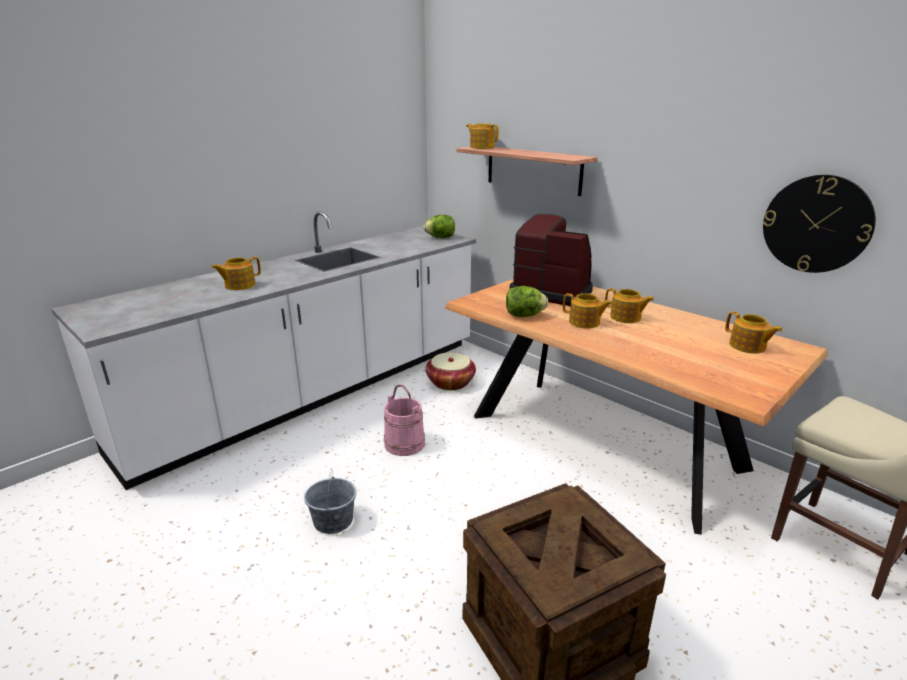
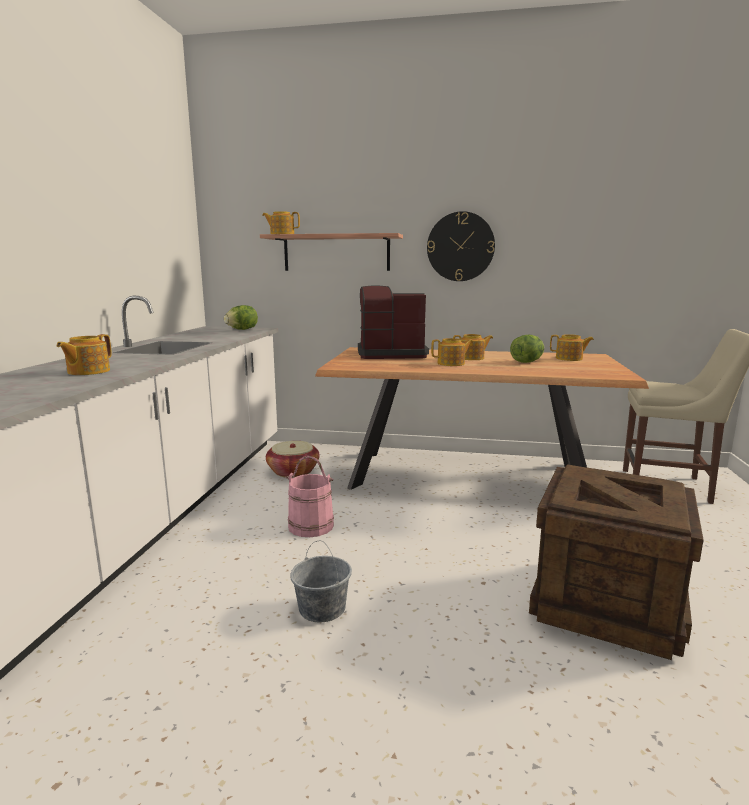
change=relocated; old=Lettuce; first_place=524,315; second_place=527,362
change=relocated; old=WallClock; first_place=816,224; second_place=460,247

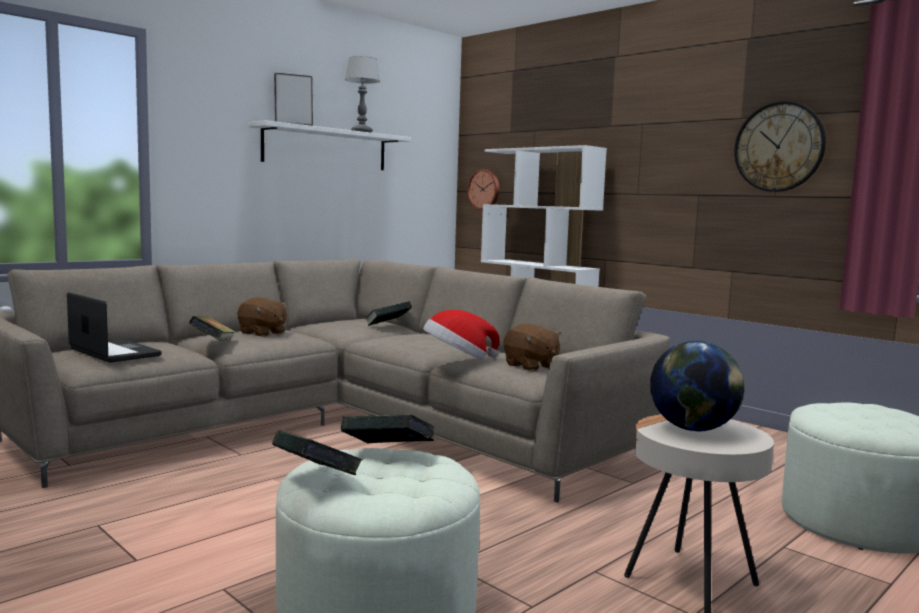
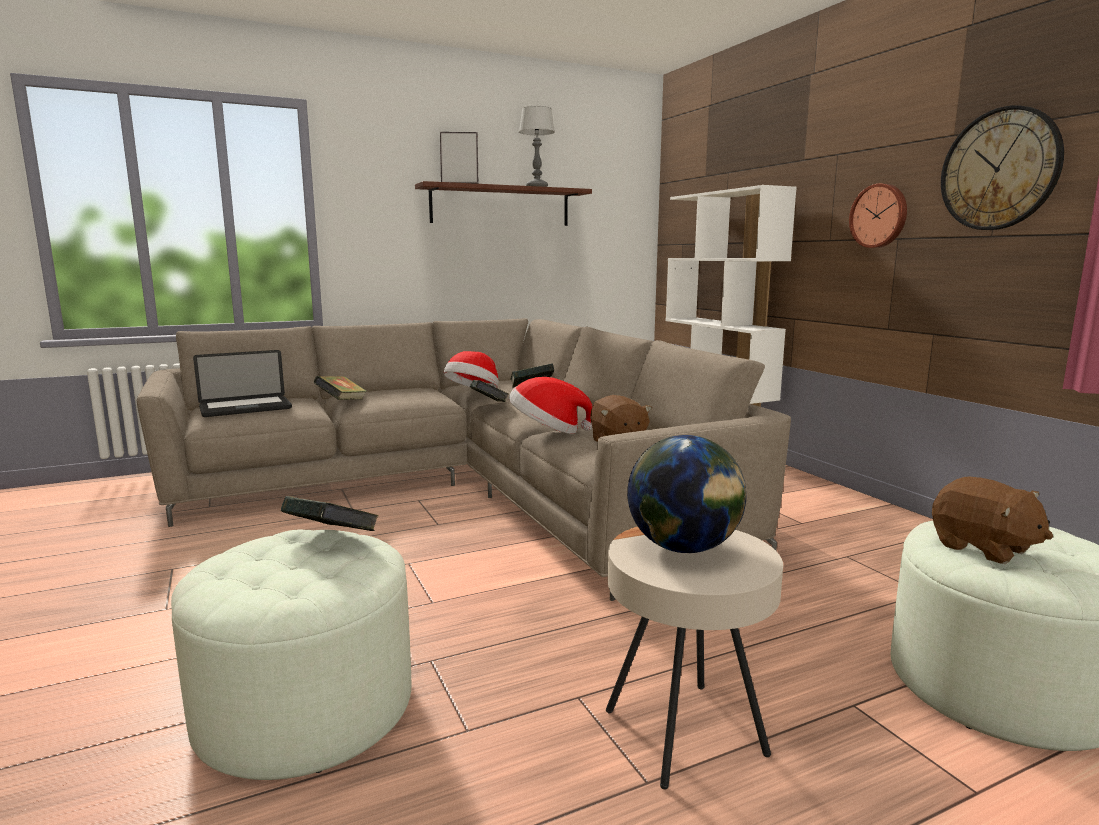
change=spun; old=Laptop; first_place=114,352; second_place=245,408; degrees=90
change=relocated; old=BrownPlushToy; first_place=262,333; second_place=983,548
change=colour; old=WhiteShelf; new=BrownShelf; first_place=326,148; second_place=501,206
change=relocated; old=Book; first_place=316,479; second_place=489,406
change=relocated; old=WallClock; first_place=484,189; second_place=879,216
change=appeared; new=Hat; second_place=473,393

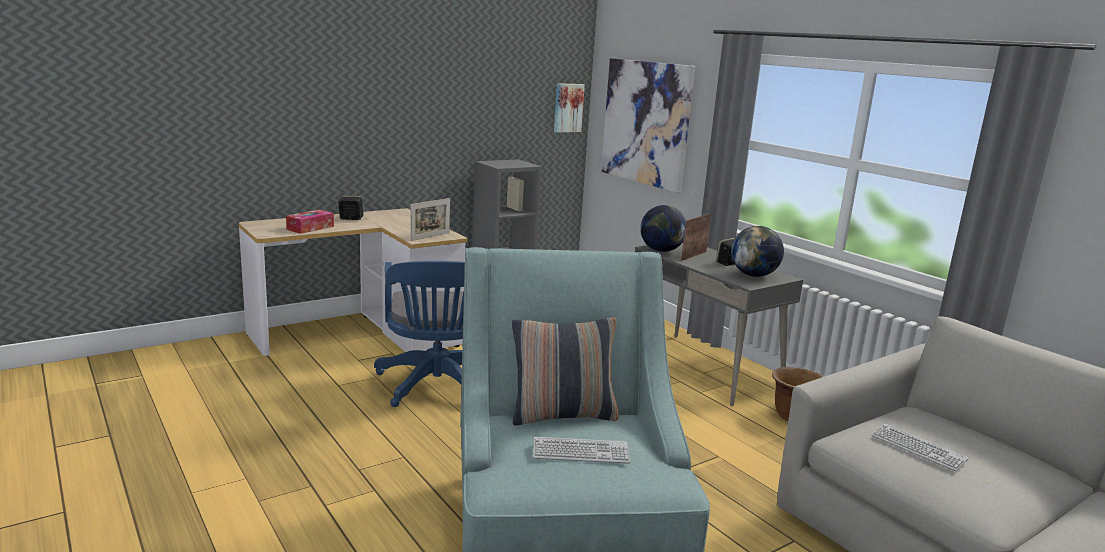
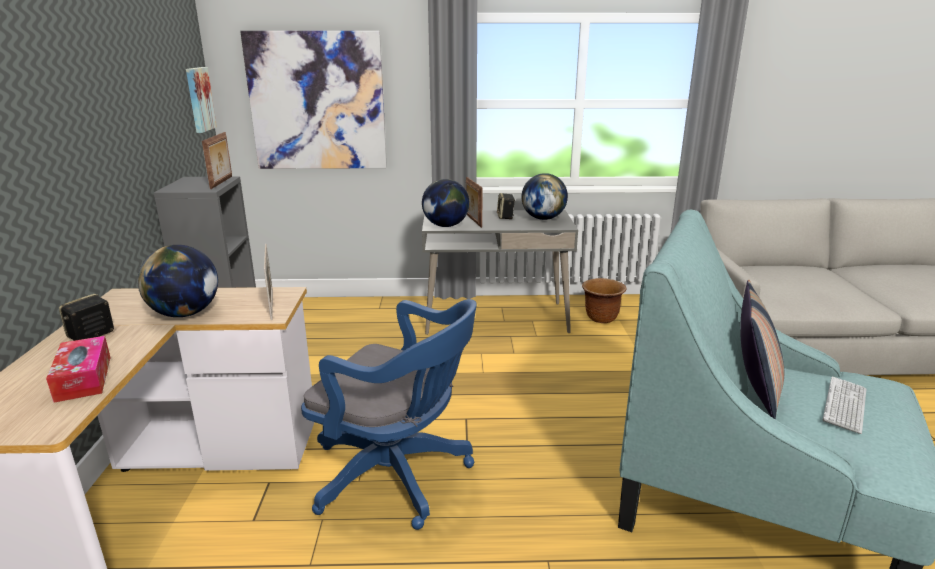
change=missing; old=Keyboard; first_place=918,448
change=appeared; new=Globe; second_place=185,313
change=appeared; new=PictureFrame; second_place=222,182

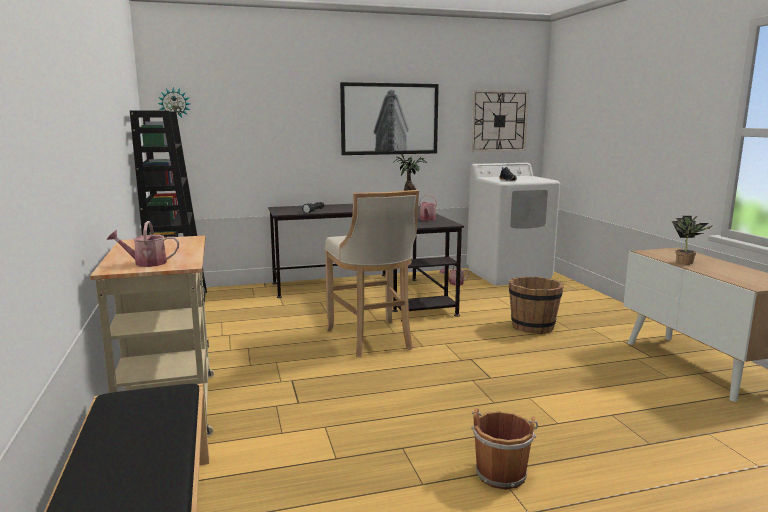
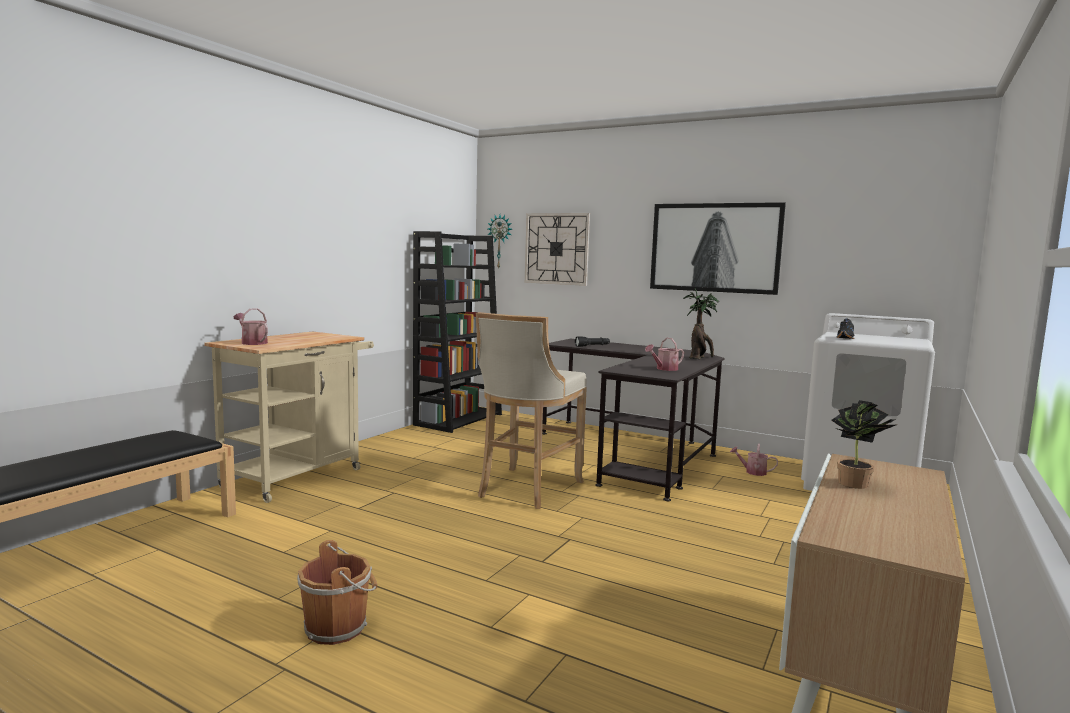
change=relocated; old=WallClock; first_place=499,121; second_place=557,249
change=missing; old=BrownBucket; first_place=533,327

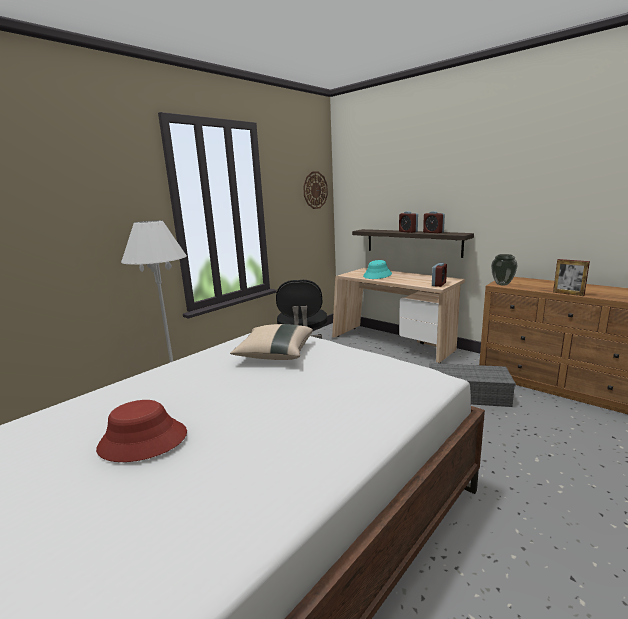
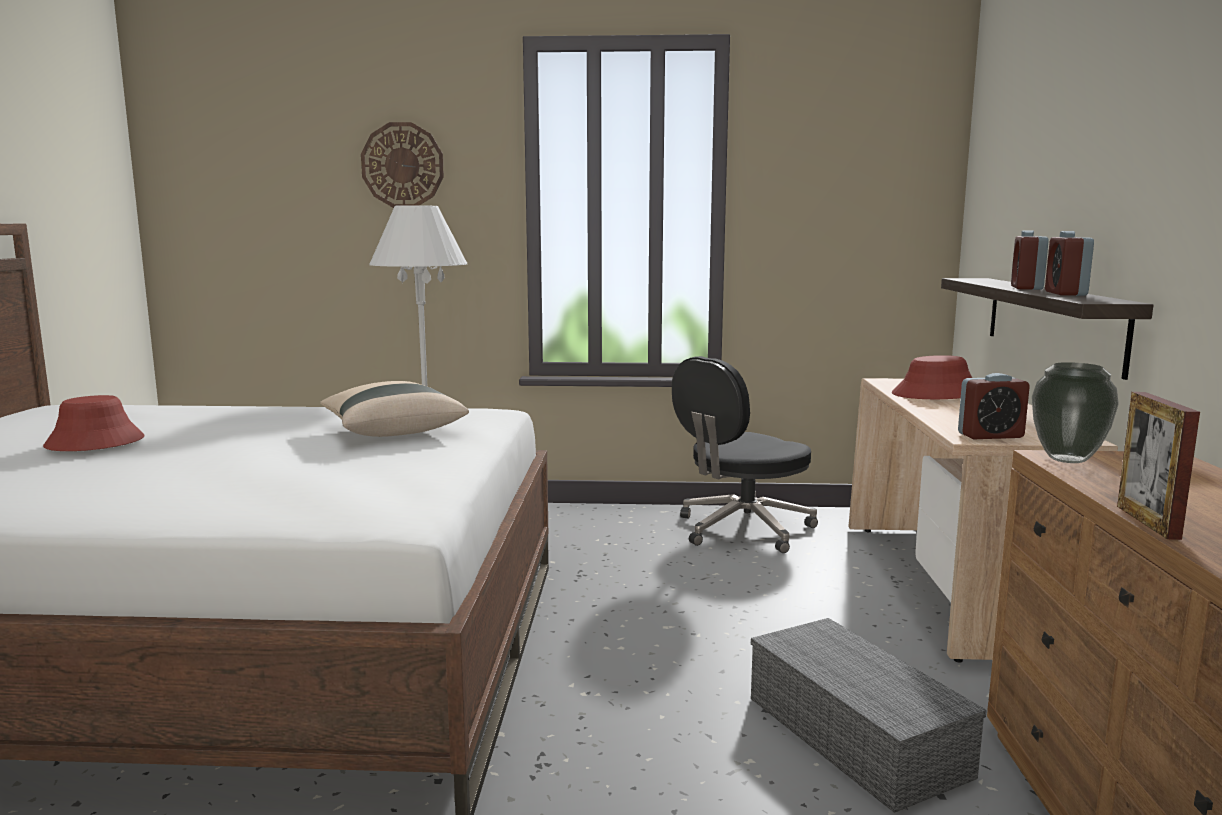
change=relocated; old=WallClock; first_place=315,190; second_place=402,165
change=colour; old=TurquoiseHat; new=RedHat; first_place=377,275; second_place=937,394

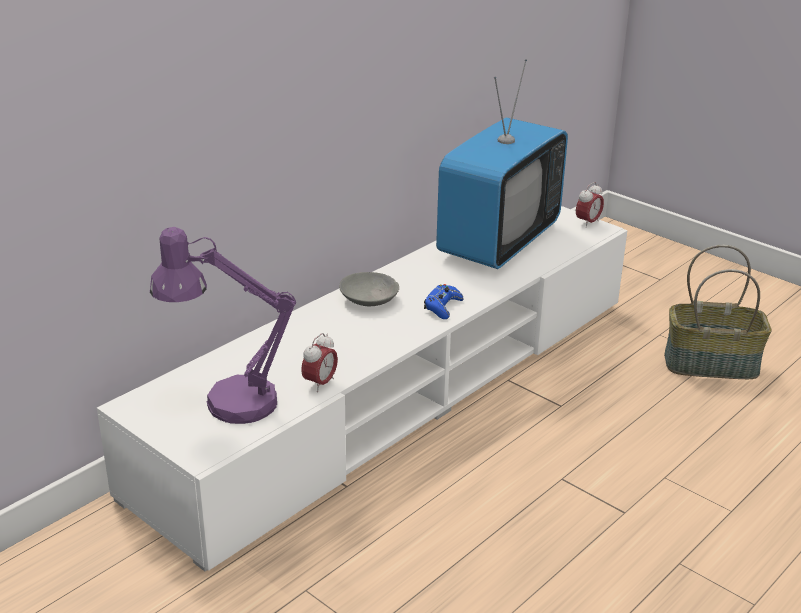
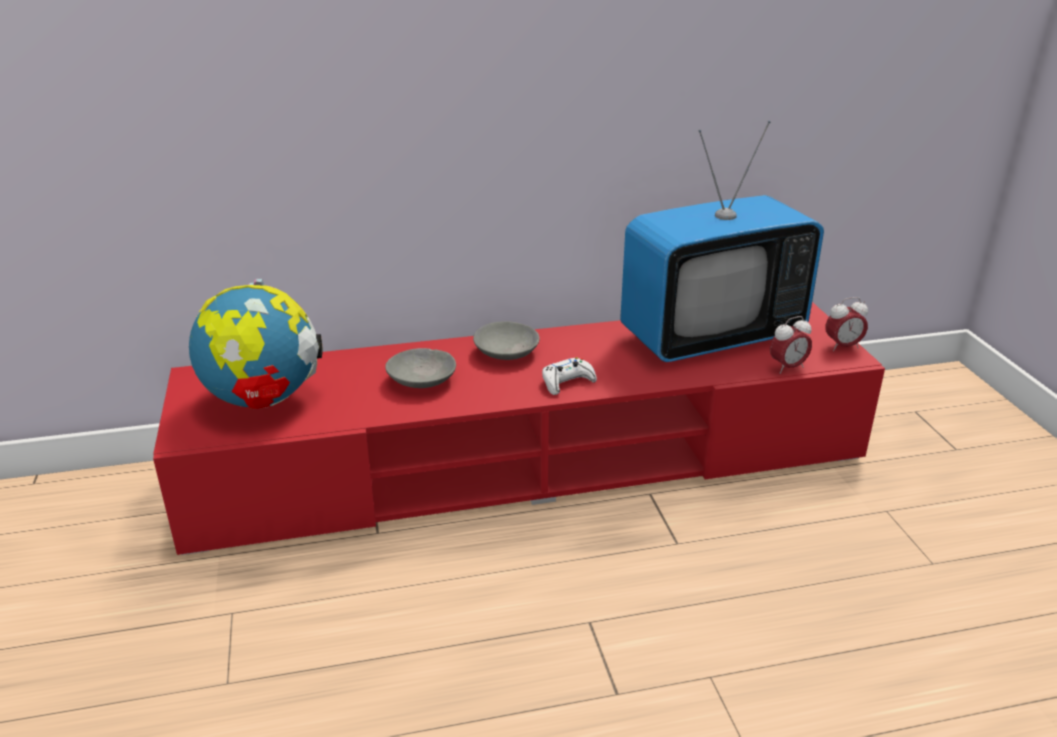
change=colour; old=WhiteTvStand; new=RedTvStand; first_place=400,390; second_place=530,462
change=exchanged; old=PurpleTableLamp; new=Globe; first_place=226,402; second_place=263,400
change=relocated; old=AlarmClock; first_place=320,384; second_place=787,367
change=colour; old=BlueGameController; new=WhiteGameController; first_place=442,307; second_place=567,382
change=missing; old=Basket; first_place=711,364
change=appeared; new=GreyBowl; second_place=423,379

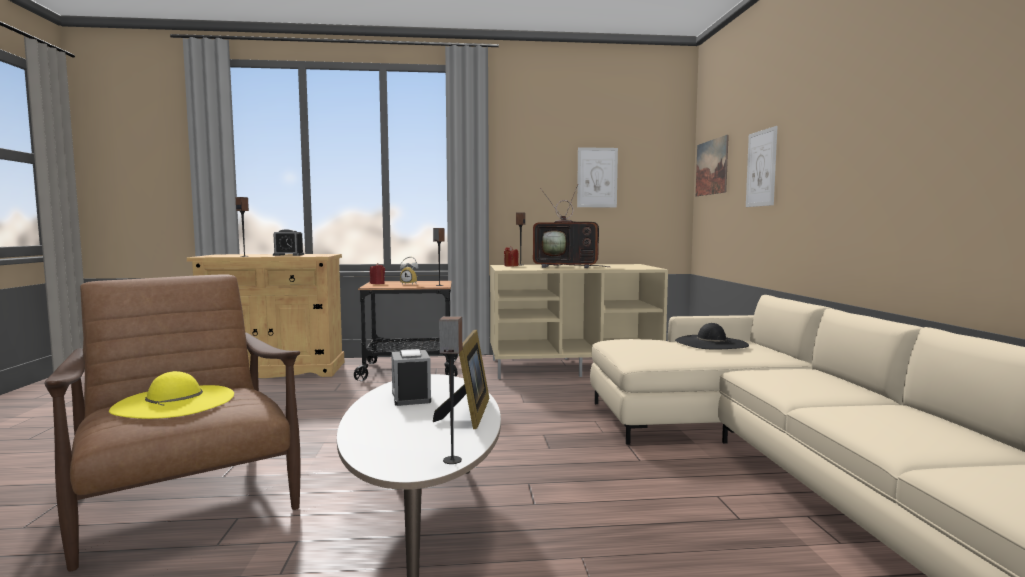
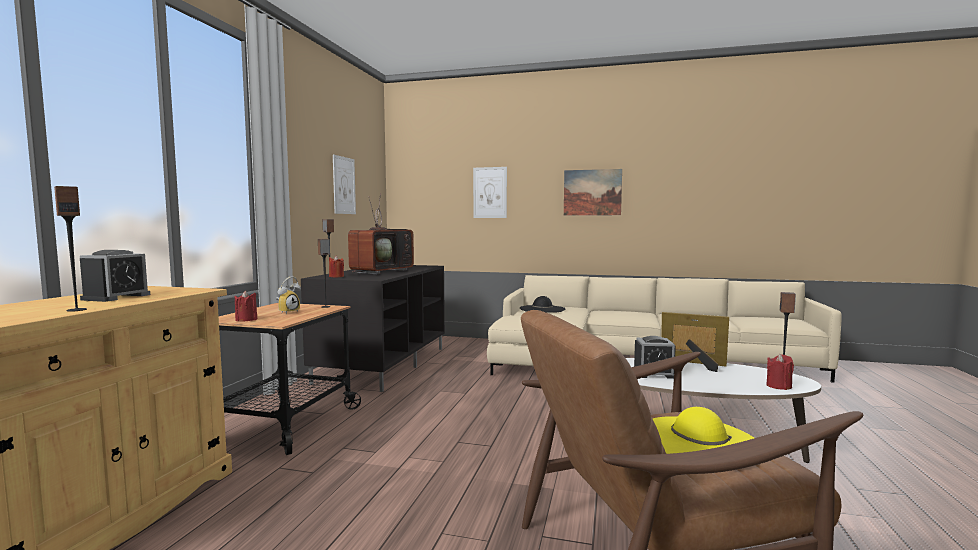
change=colour; old=BeigeTvStand; new=BlackTvStand; first_place=573,366; second_place=383,364
change=relocated; old=Picture; first_place=711,167; second_place=592,192
change=appeared; new=RedCandle; second_place=779,386

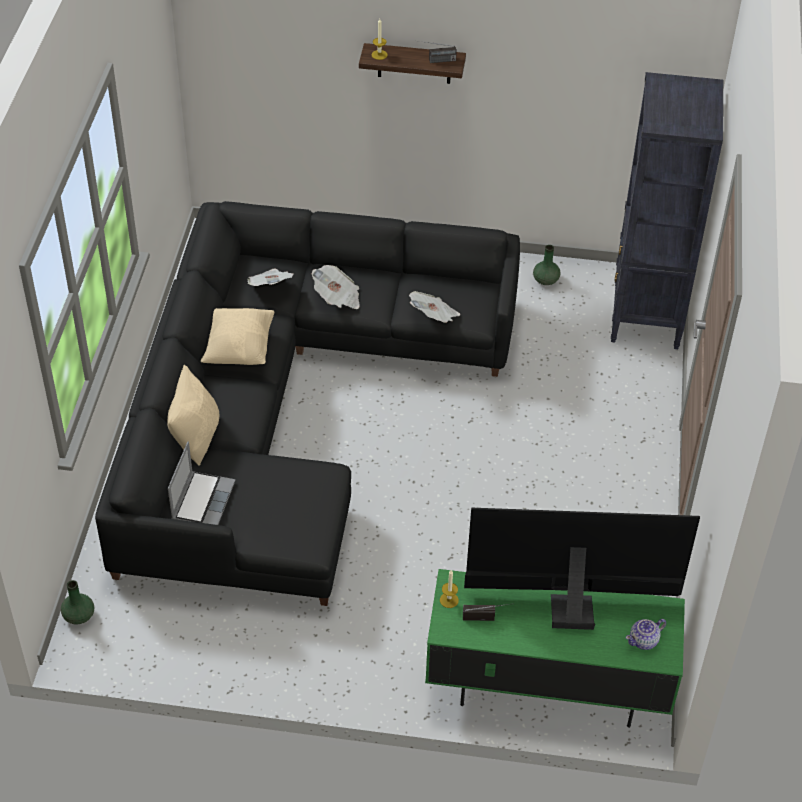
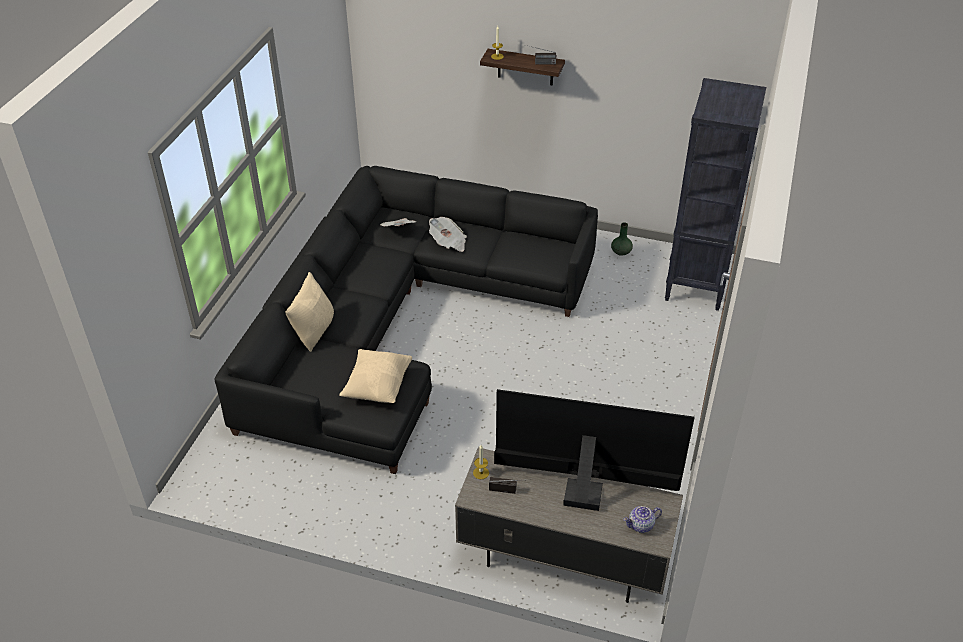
change=missing; old=GreenVase; first_place=78,616
change=missing; old=Laptop; first_place=202,500
change=relocated; old=BeigePillow; first_place=239,349; second_place=377,387
change=missing; old=Newspaper; first_place=434,317
change=colour; old=GreenTvStand; new=GreyTvStand; first_place=546,684; second_place=562,558

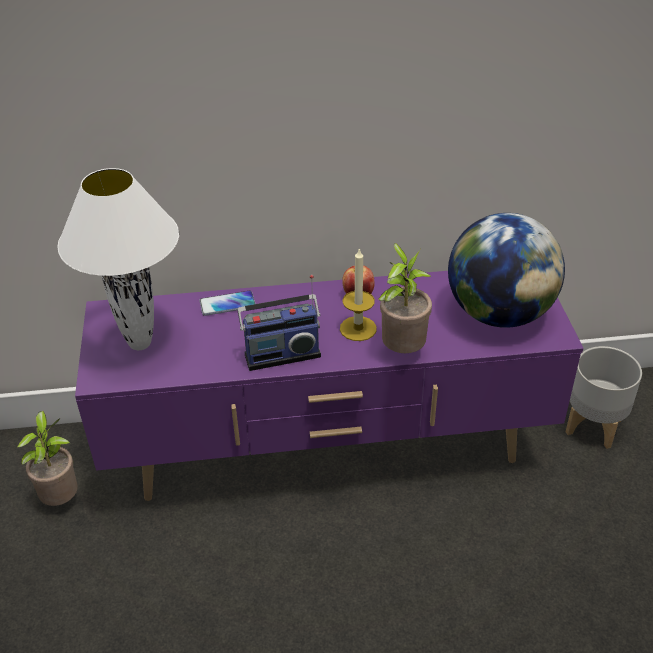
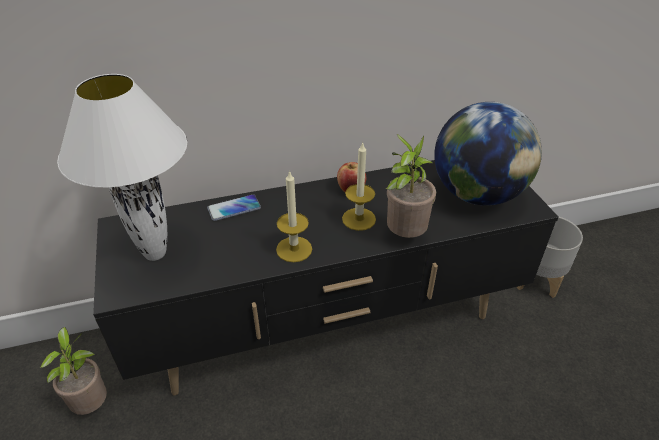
change=colour; old=PurpleTvStand; new=BlackTvStand; first_place=329,450; second_place=330,326
change=exchanged; old=Radio; new=Candle; first_place=281,353; second_place=294,249

